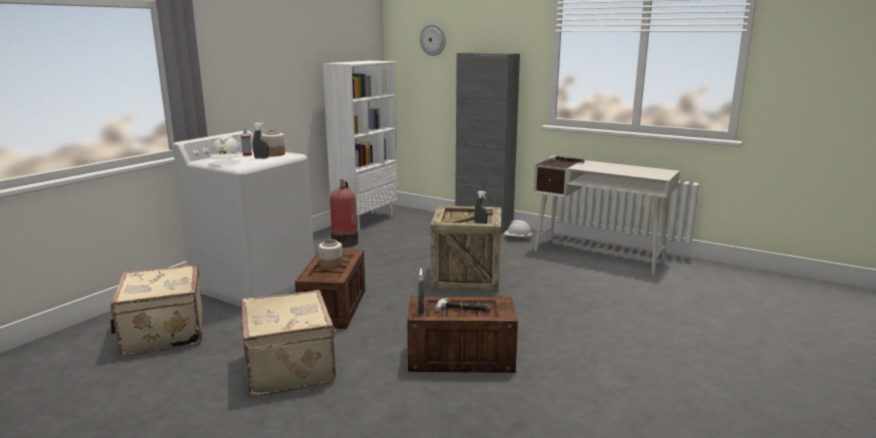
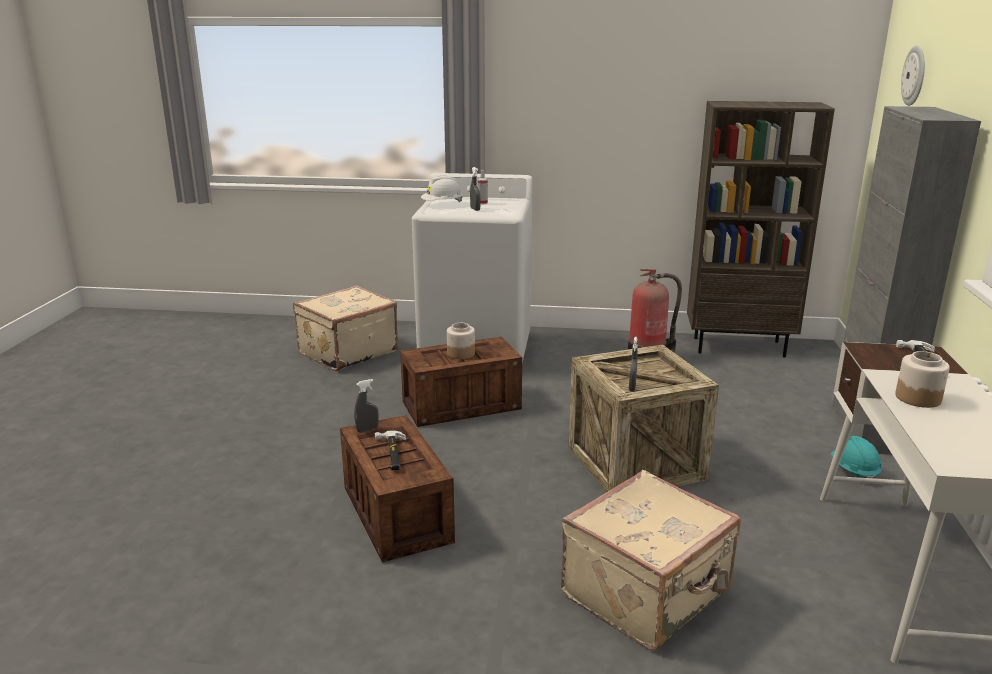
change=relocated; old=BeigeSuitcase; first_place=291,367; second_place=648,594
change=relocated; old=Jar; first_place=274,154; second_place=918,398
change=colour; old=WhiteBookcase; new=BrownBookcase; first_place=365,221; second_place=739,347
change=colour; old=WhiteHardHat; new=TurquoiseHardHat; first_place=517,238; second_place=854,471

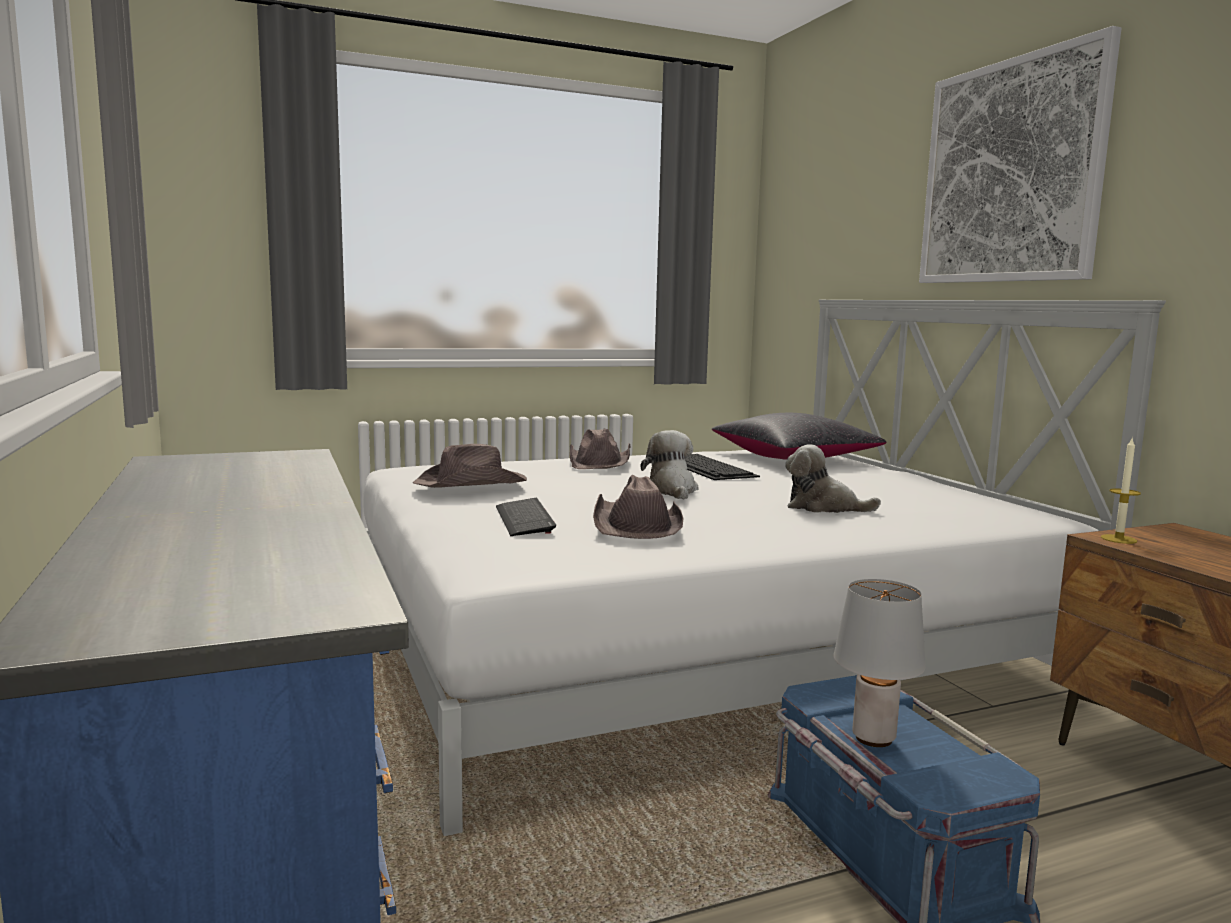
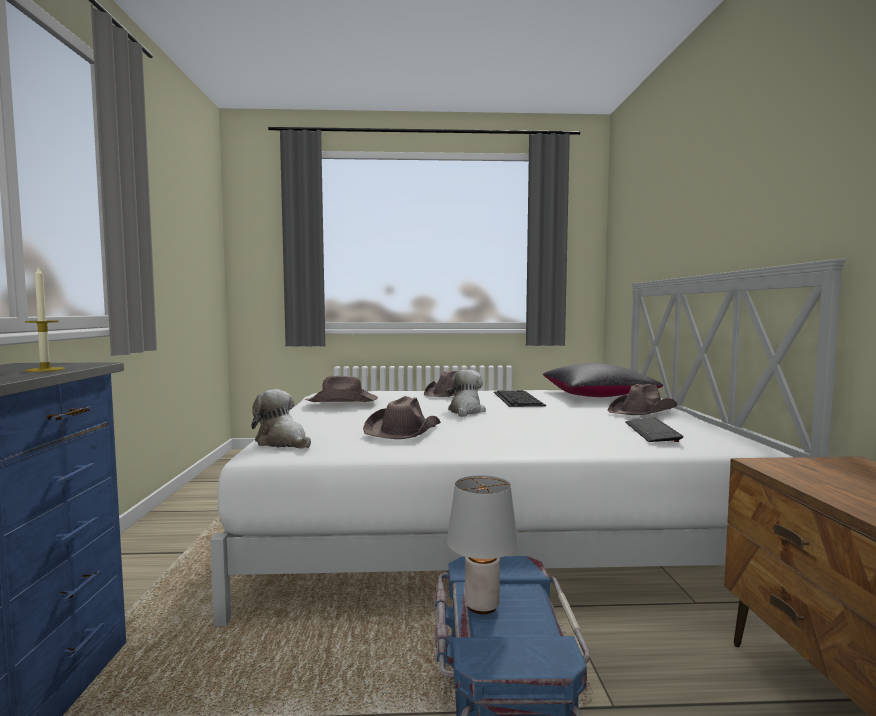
change=relocated; old=Keyboard; first_place=524,519; second_place=652,431
change=relocated; old=PlushToy; first_place=823,507; second_place=283,442
change=missing; old=Picture; first_place=1010,172
change=relocated; old=Candle; first_place=1118,539; second_place=45,370
change=appeared; new=BrownHat; second_place=642,411

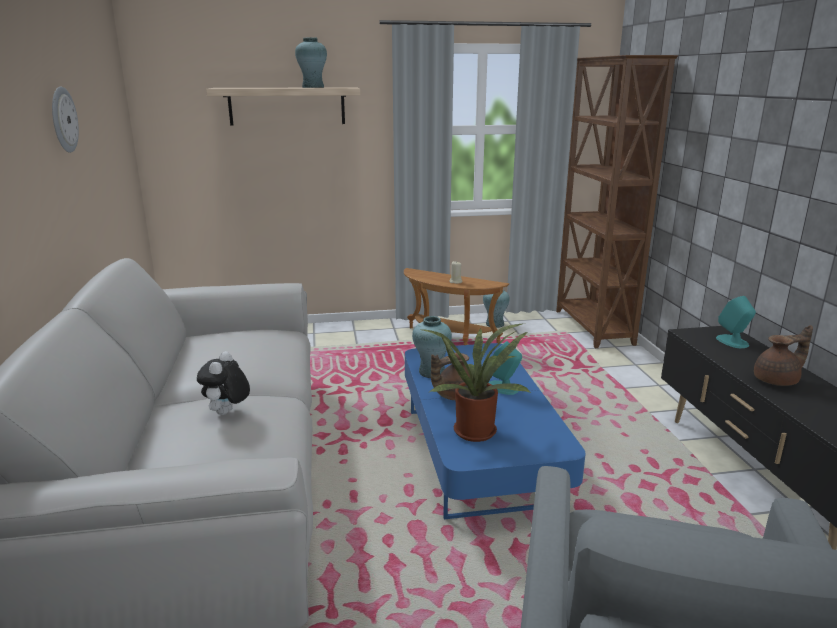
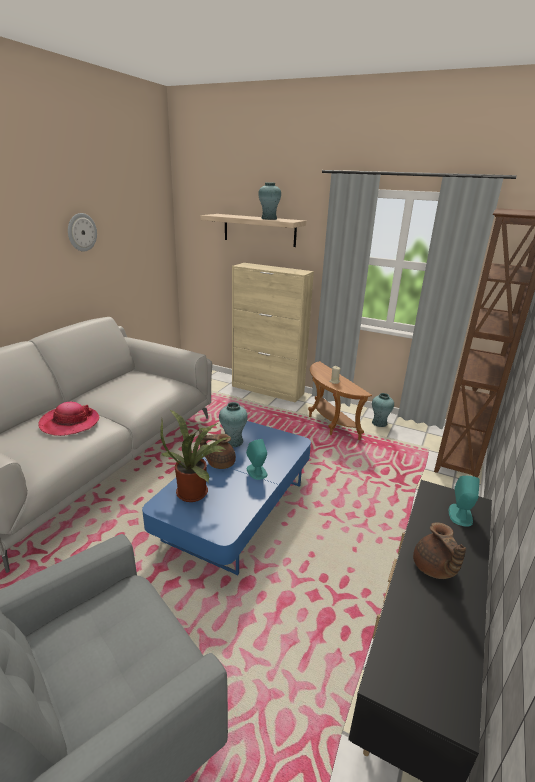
change=exchanged; old=PlushToy; new=Hat; first_place=227,413; second_place=69,423
change=spun; old=BrownTeapot; first_place=777,380; second_place=434,568; degrees=60
change=appeared; new=BeigeCabinet; second_place=268,390

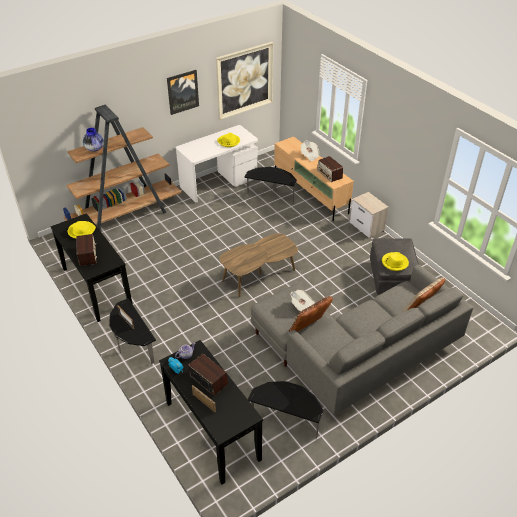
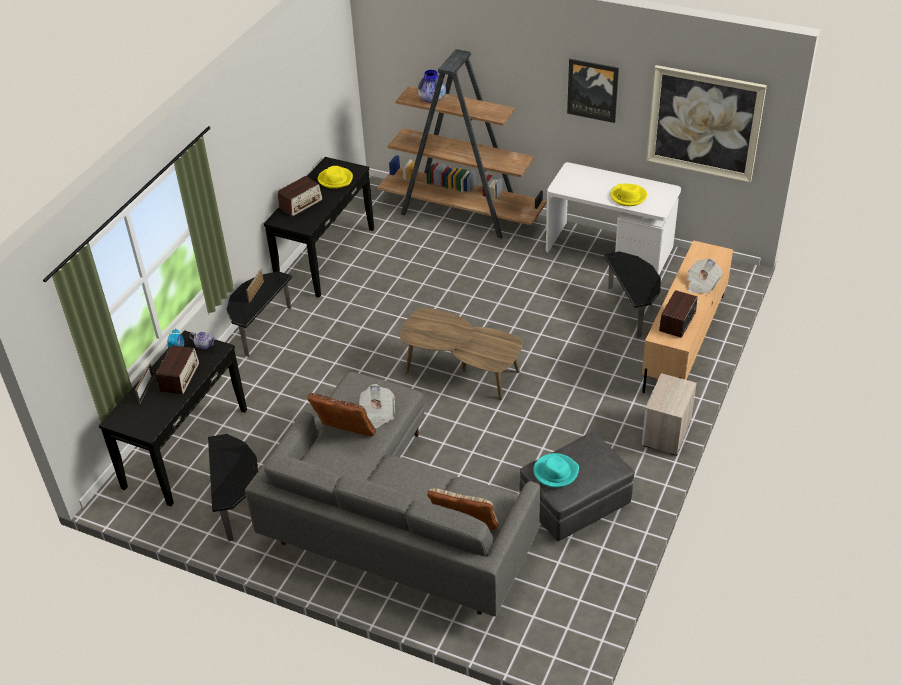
change=colour; old=YellowHat; new=TurquoiseHat; first_place=394,262; second_place=555,472

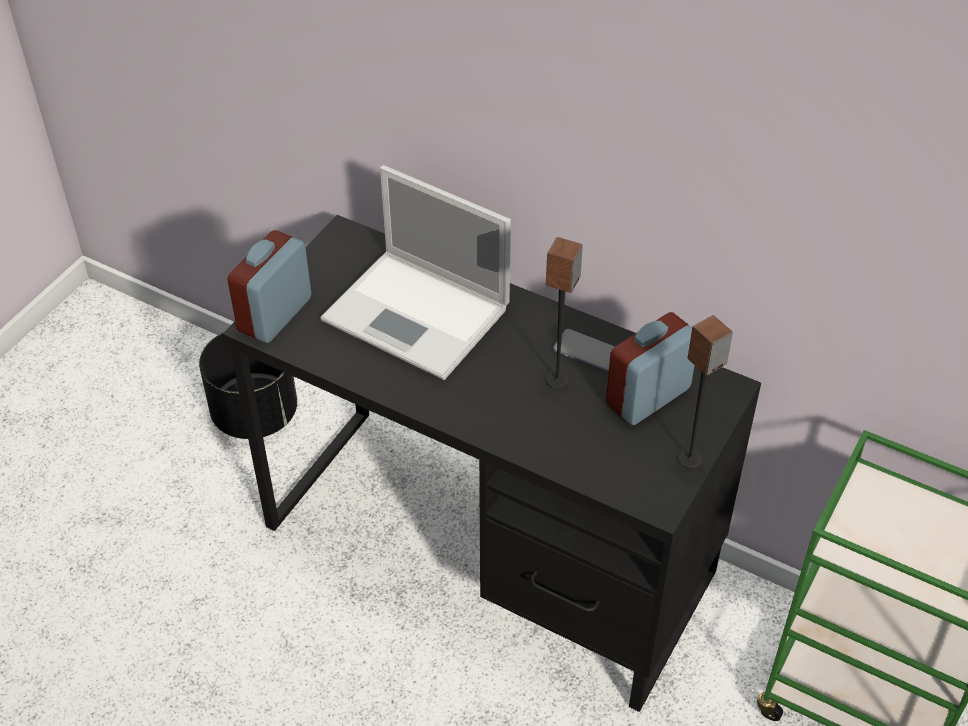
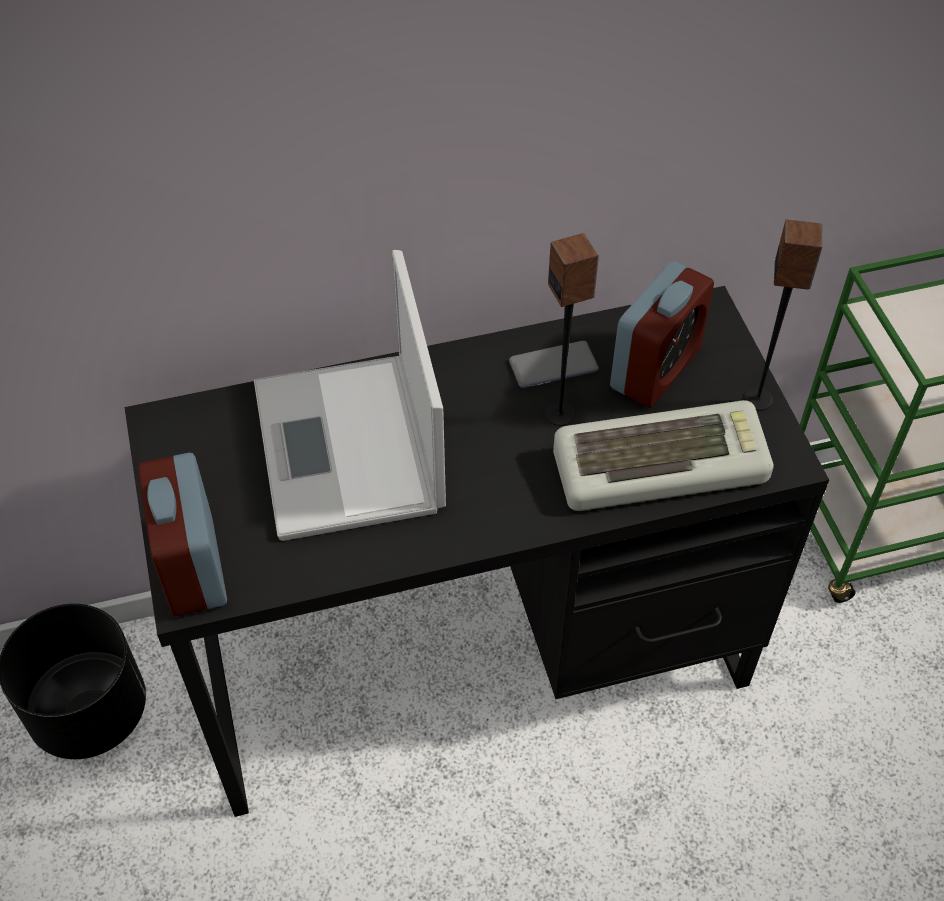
change=spun; old=Laptop; first_place=419,315; second_place=349,449; degrees=90
change=spun; old=AlarmClock; first_place=648,396; second_place=655,369; degrees=-150
change=appeared; new=Keyboard; second_place=661,463

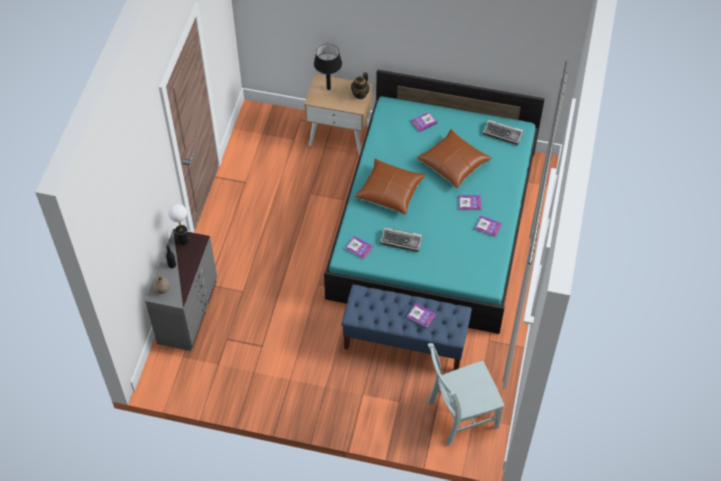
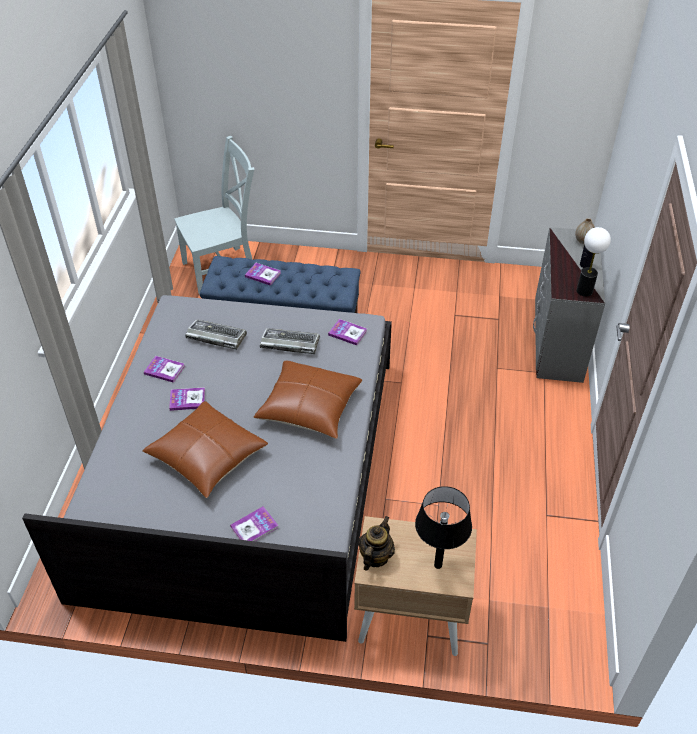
change=colour; old=TurquoiseBed; new=GreyBed; first_place=433,223; second_place=244,472
change=relocated; old=Keyboard; first_place=503,134; second_place=215,337

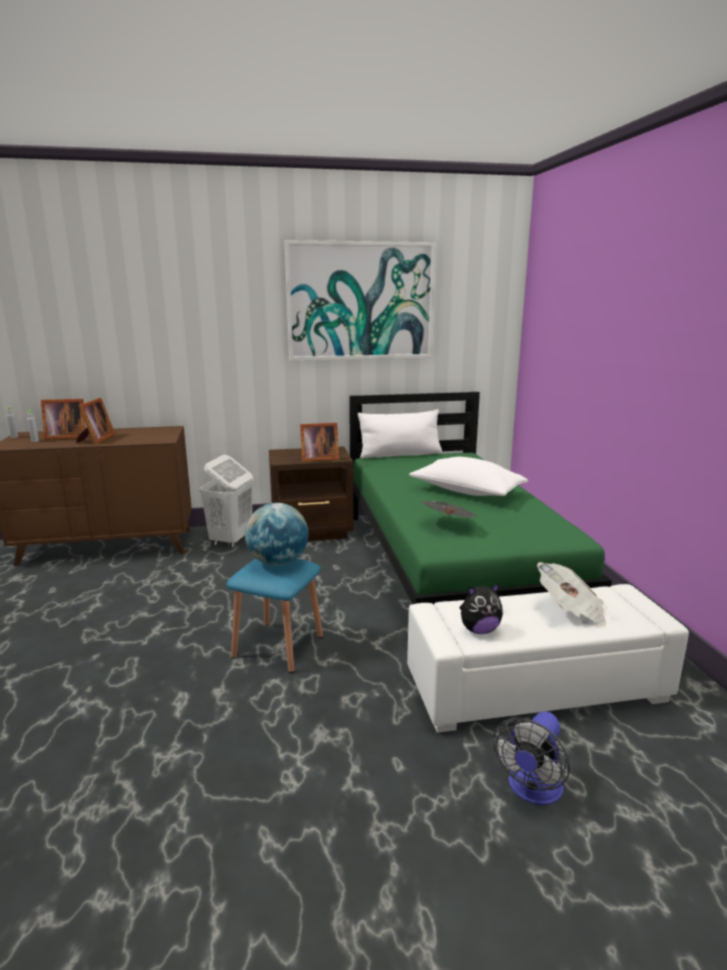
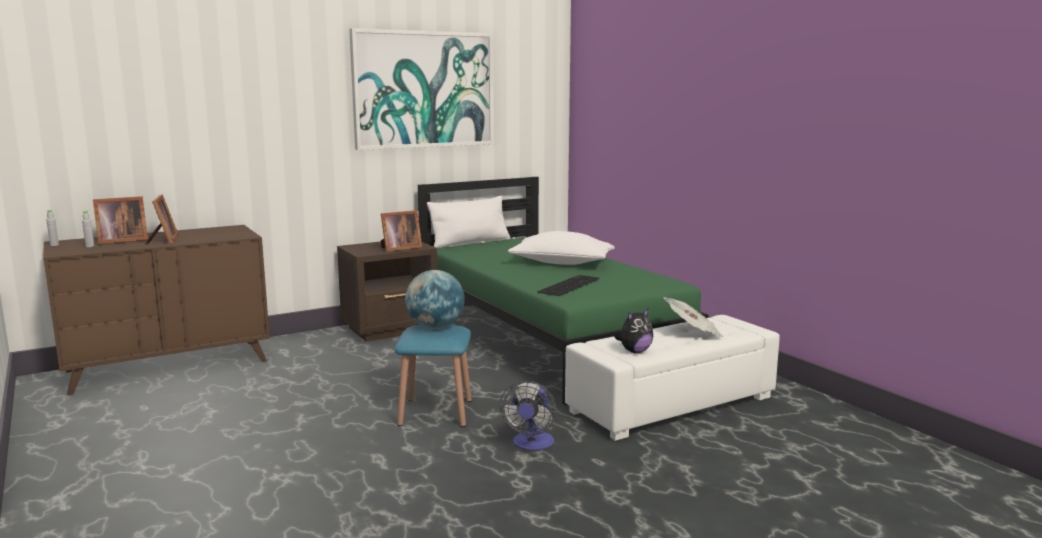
change=missing; old=WhiteLaundryBasket; first_place=231,541
change=exchanged; old=Newspaper; new=Keyboard; first_place=449,524; second_place=568,285
change=relocated; old=Fan; first_place=532,790; second_place=532,444

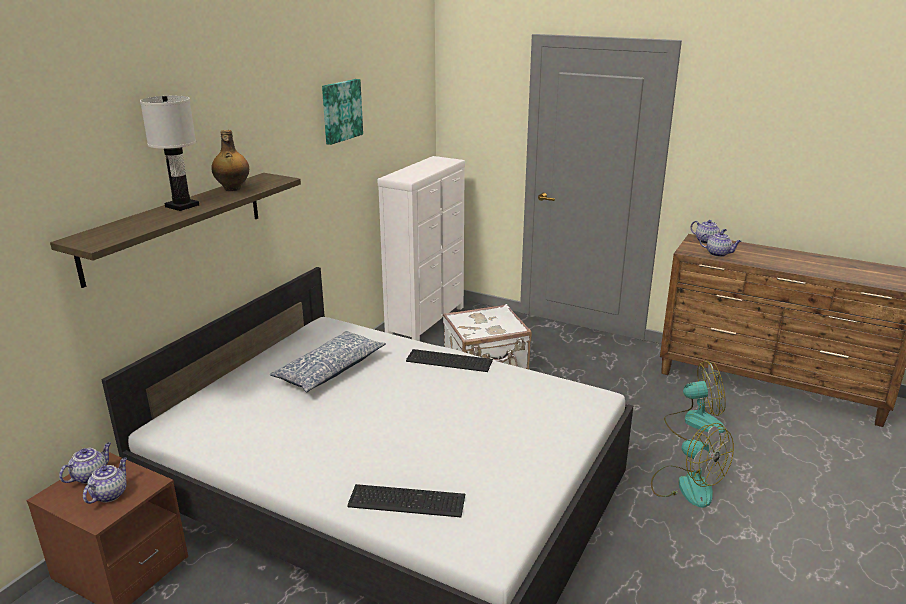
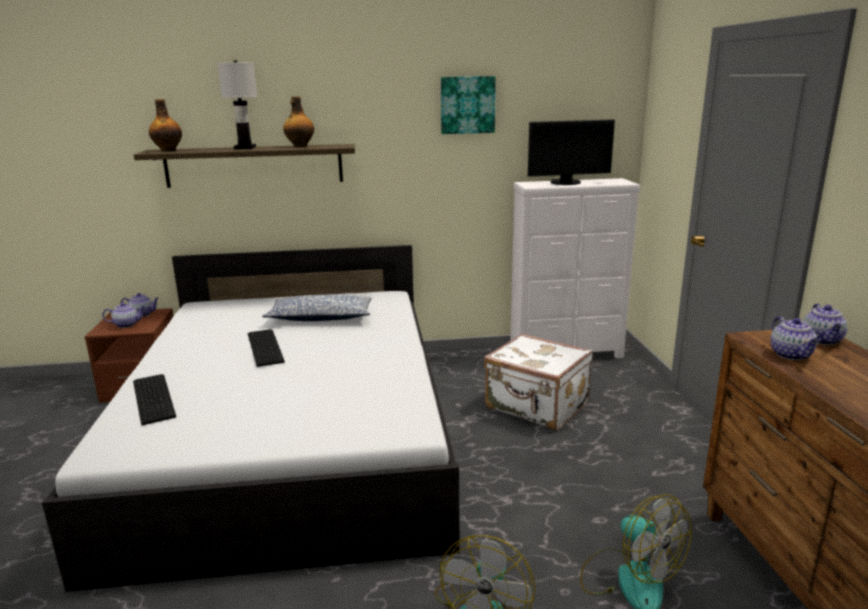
change=relocated; old=Keyboard; first_place=448,360; second_place=266,347
change=appeared; new=Bottle; second_place=168,150
change=appeared; new=Monitor; second_place=567,183

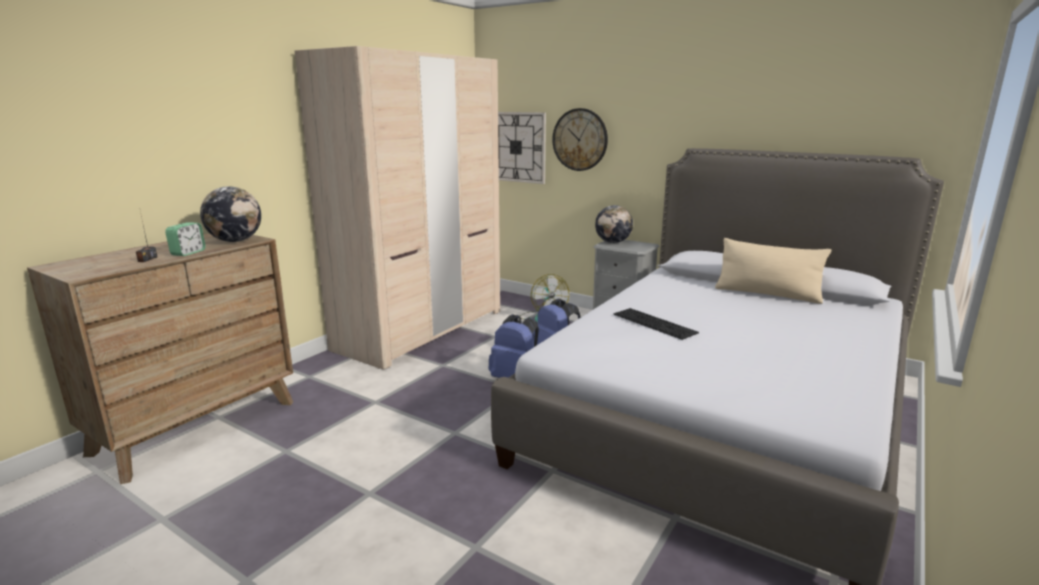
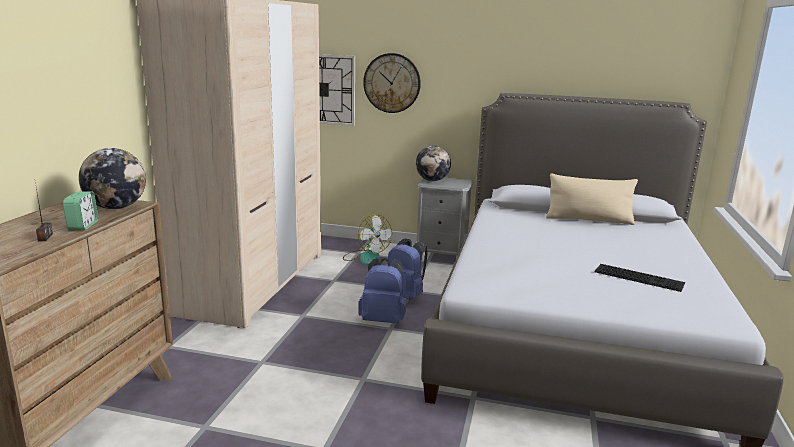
change=relocated; old=Keyboard; first_place=656,323; second_place=640,277

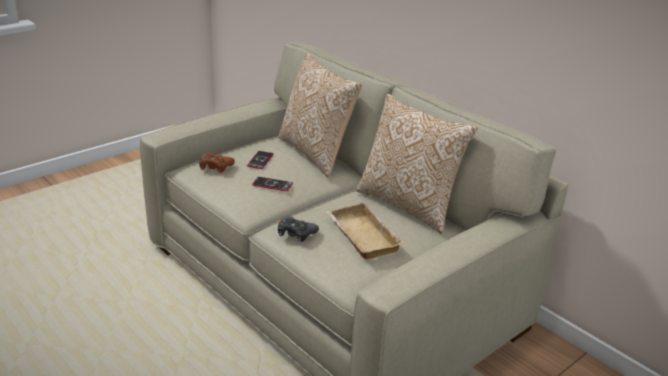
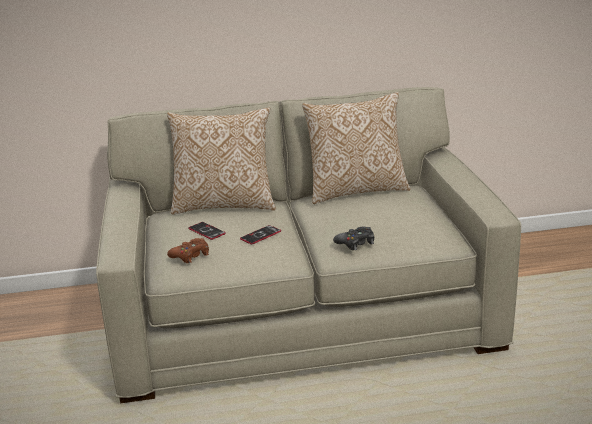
change=missing; old=BeigeTray; first_place=360,235

